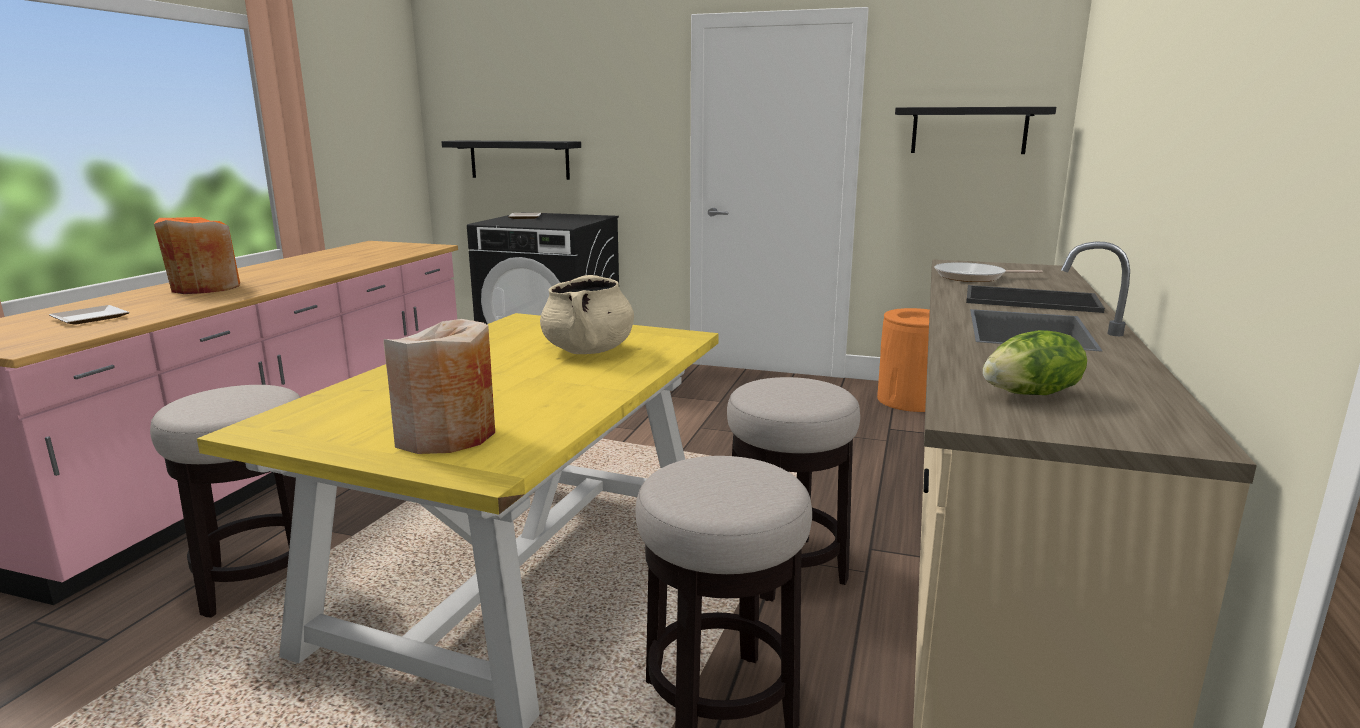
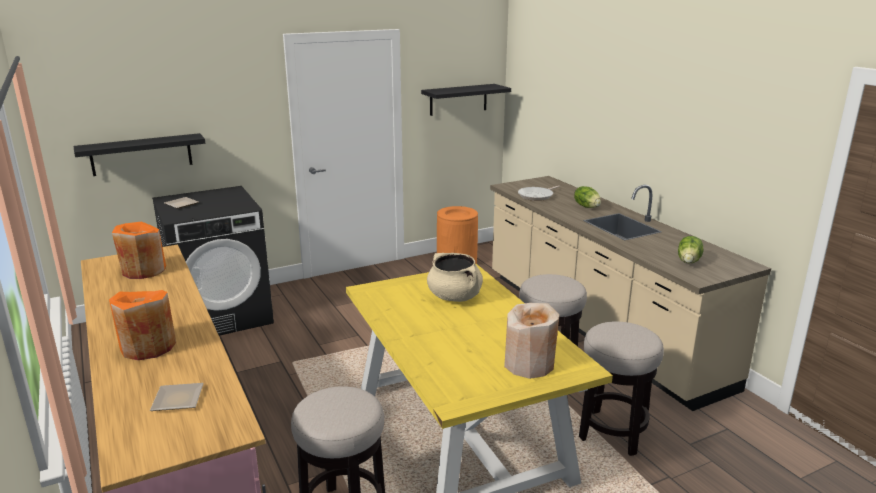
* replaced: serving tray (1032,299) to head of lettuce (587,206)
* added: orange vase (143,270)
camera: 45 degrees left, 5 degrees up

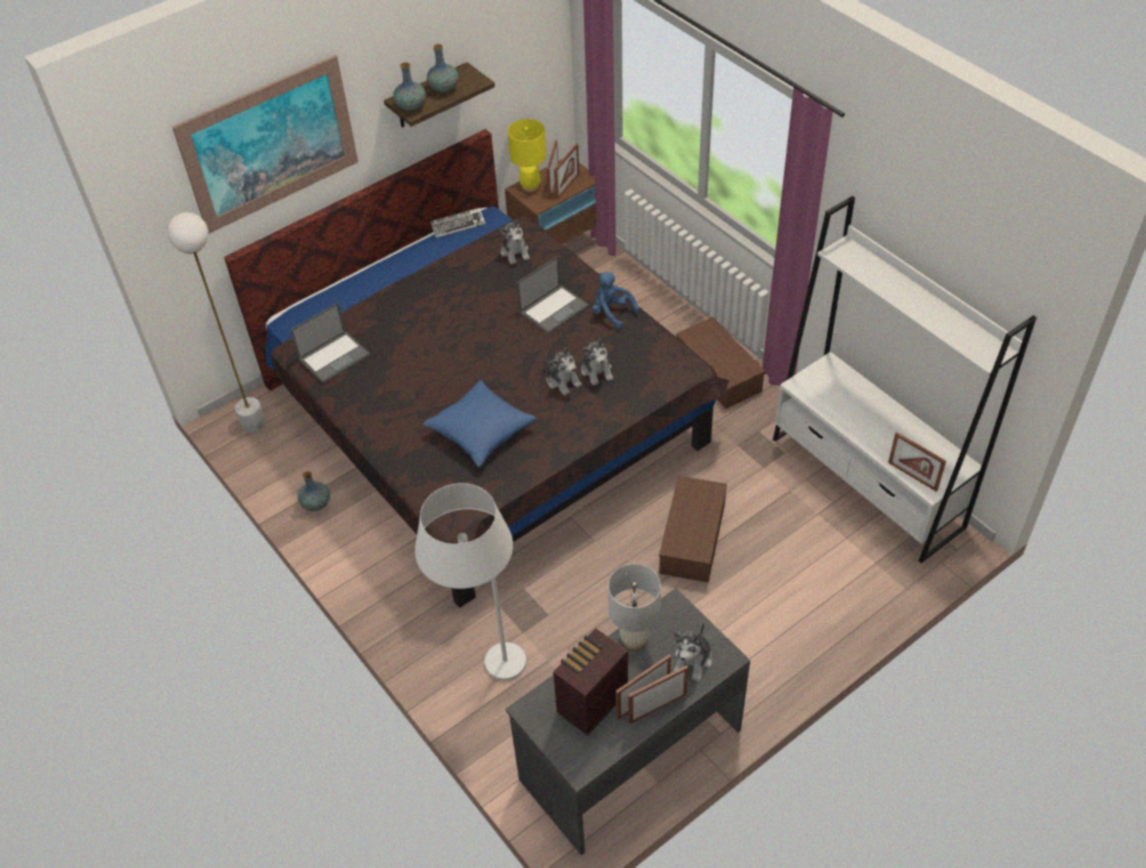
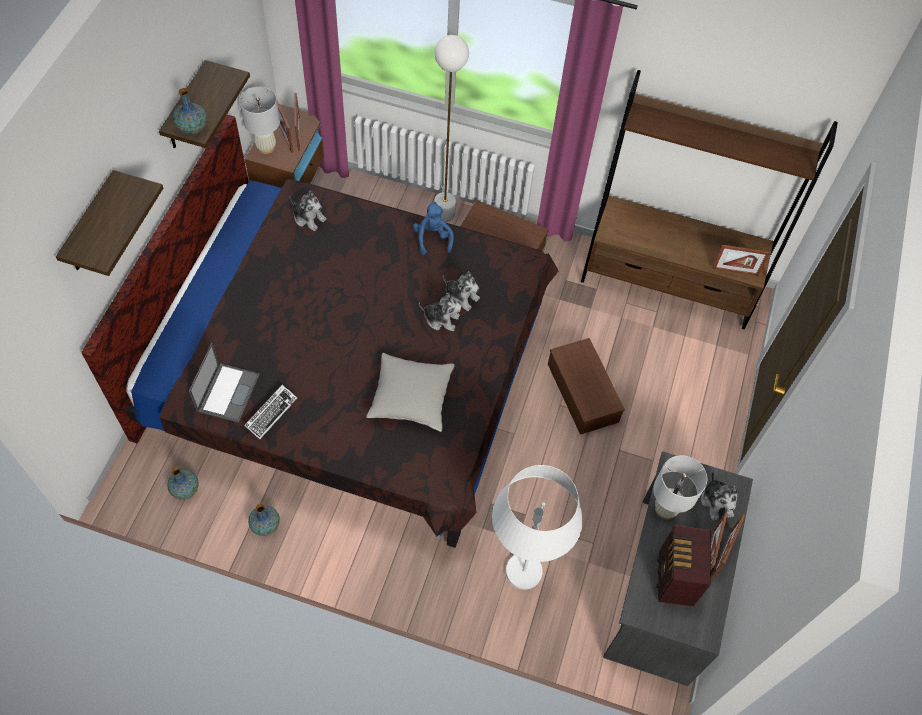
* moved: white-coloured standing lamp (253,423) to (444,214)
* replaced: picture (270,144) to wall shelf (90,225)
* recoloured: blue pillow (481,431) to grey pillow (411,397)
* moved: vase (444,89) to (185,489)
* moved: keyboard (458,225) to (271,413)
* recoloured: yellowish tabletop lamp (530,186) to white-coloured tabletop lamp (266,147)
* removed: notebook computer (554,309)
* turned: blue cuddly toy (612,313) = (432,238) 75 degrees clockwise
* recoloured: white-coloured shelving unit (866,483) to brown-coloured shelving unit (668,285)
camera: 40 degrees left, 10 degrees up

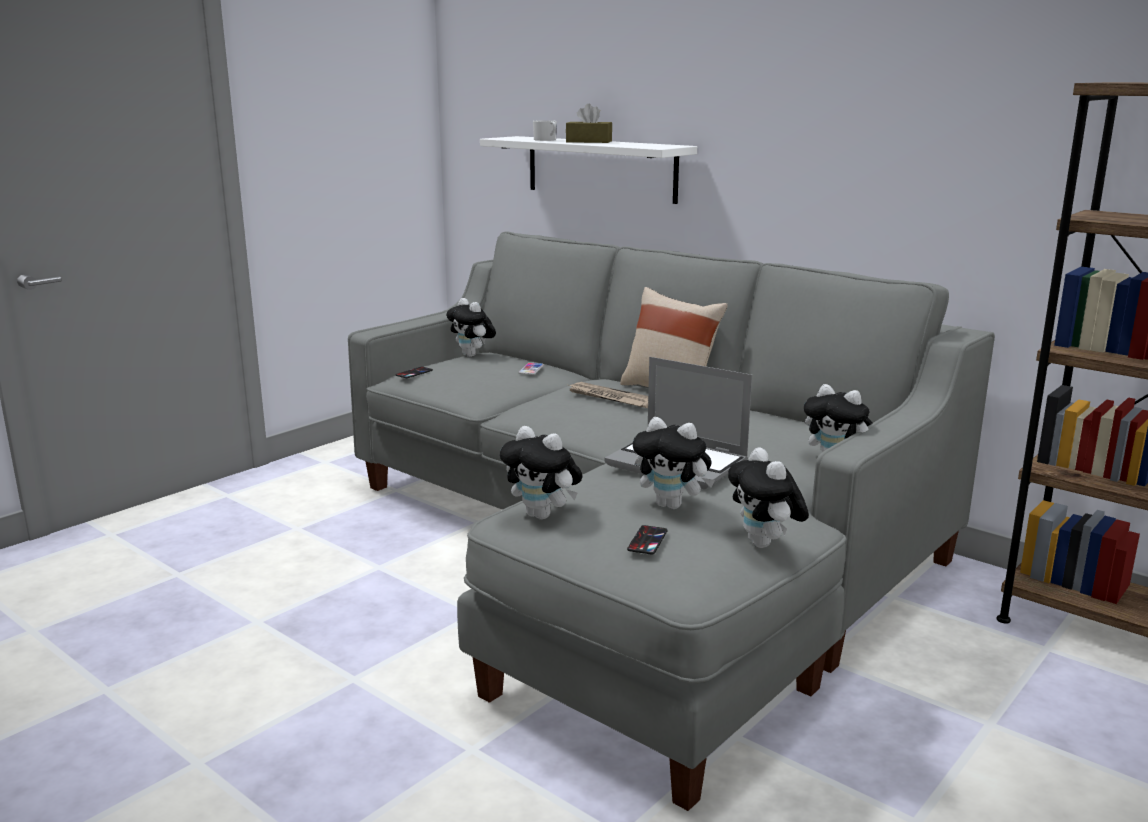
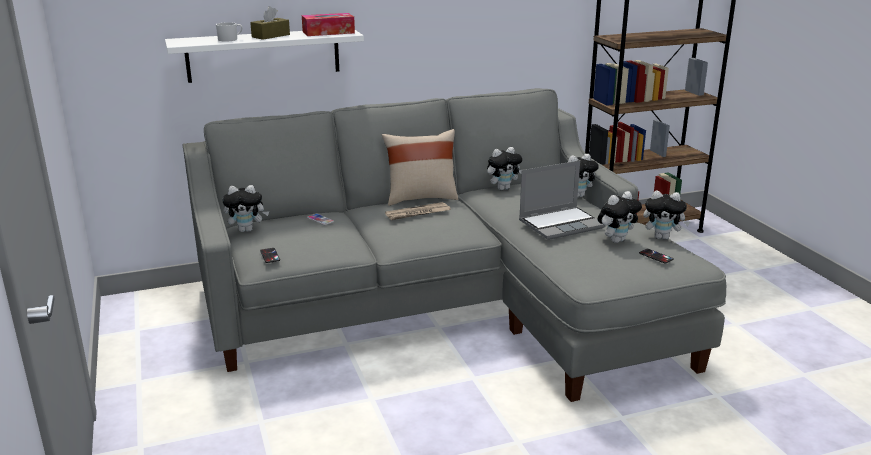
* moved: cuddly toy (543,515) to (503,188)
* added: tissue holder (328,32)
camera: 60 degrees left, 5 degrees up

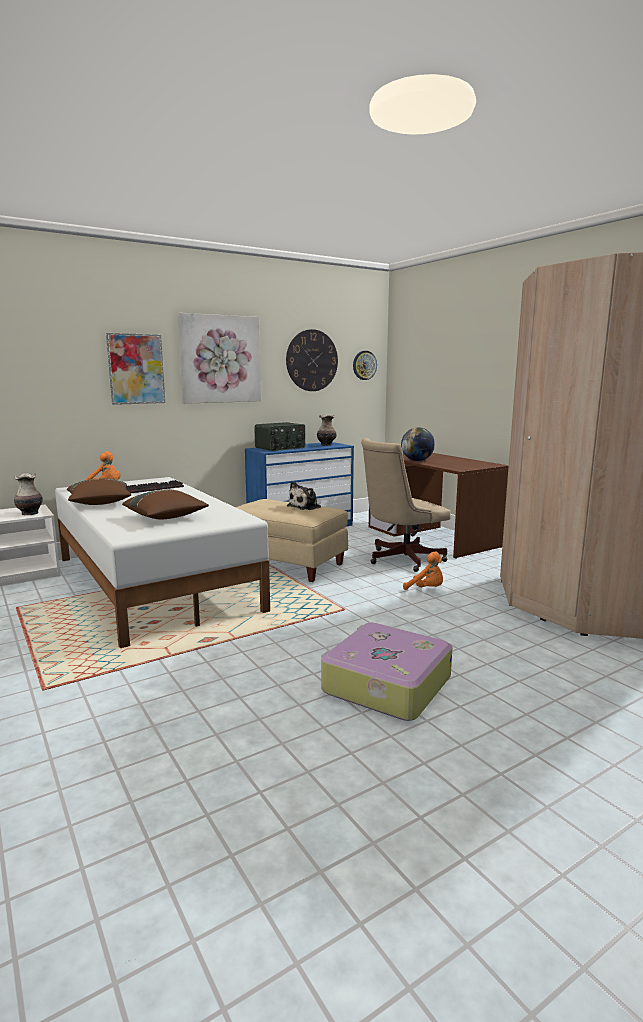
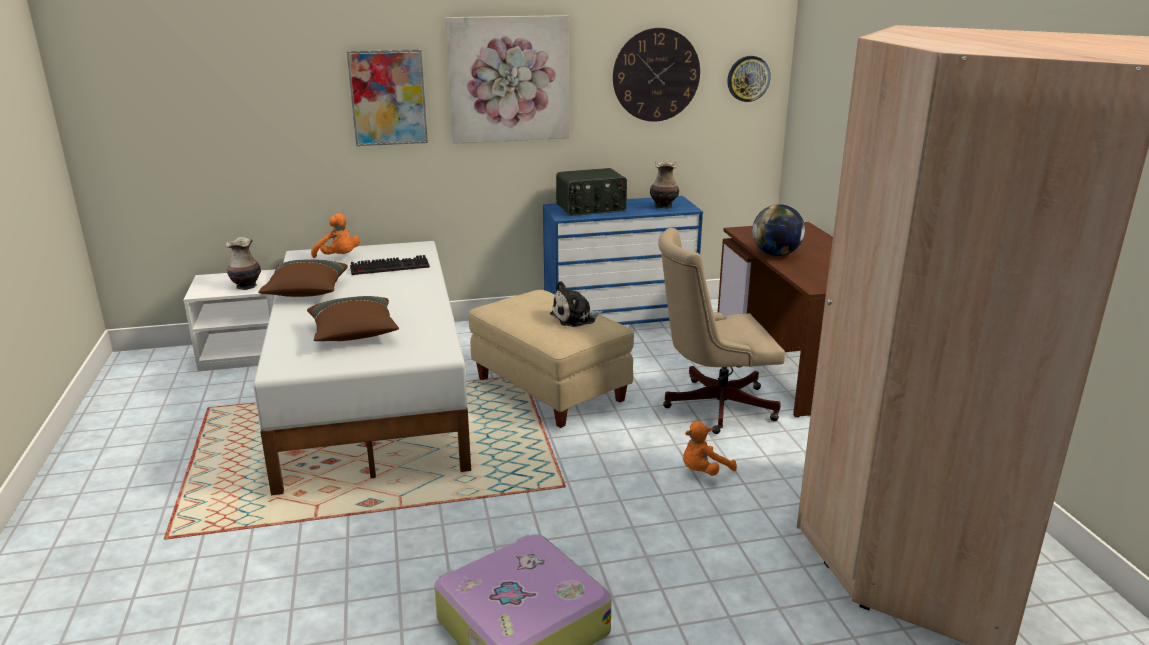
* turned: orange cuddly toy (426,589) = (703,471) 90 degrees clockwise
camera: 20 degrees right, 10 degrees up

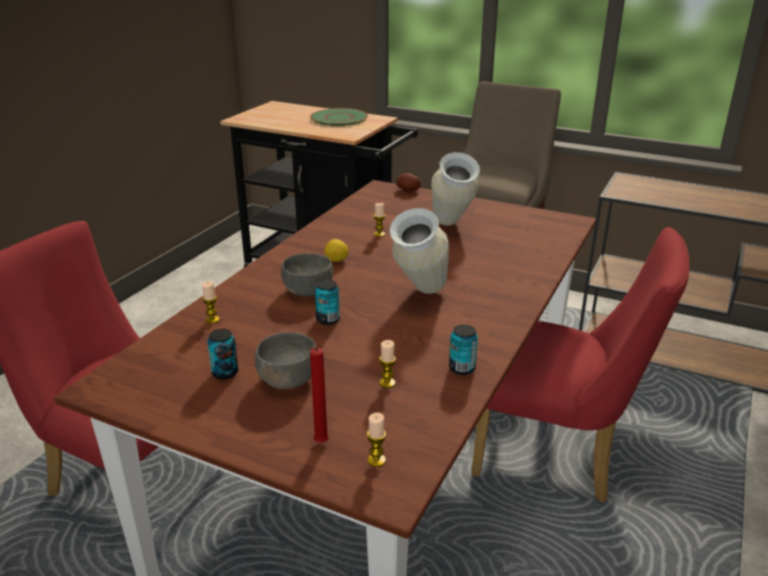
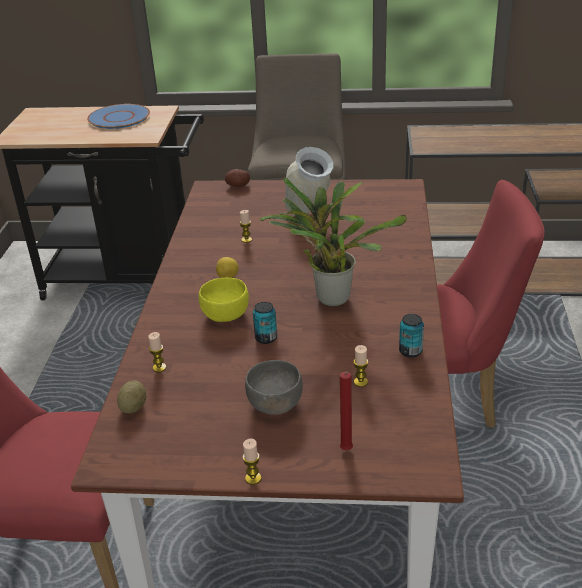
* removed: sealed can (225,373)
* recoloured: grey serving bowl (308,290) to yellowish serving bowl (226,314)
* recoloured: greenish plate (338,118) to blue plate (119,118)
* moved: candle (376,460) to (253,478)
* replaced: vase (418,299) to houseplant (329,297)
* added: potato (133,407)
camera: 20 degrees left, 5 degrees up

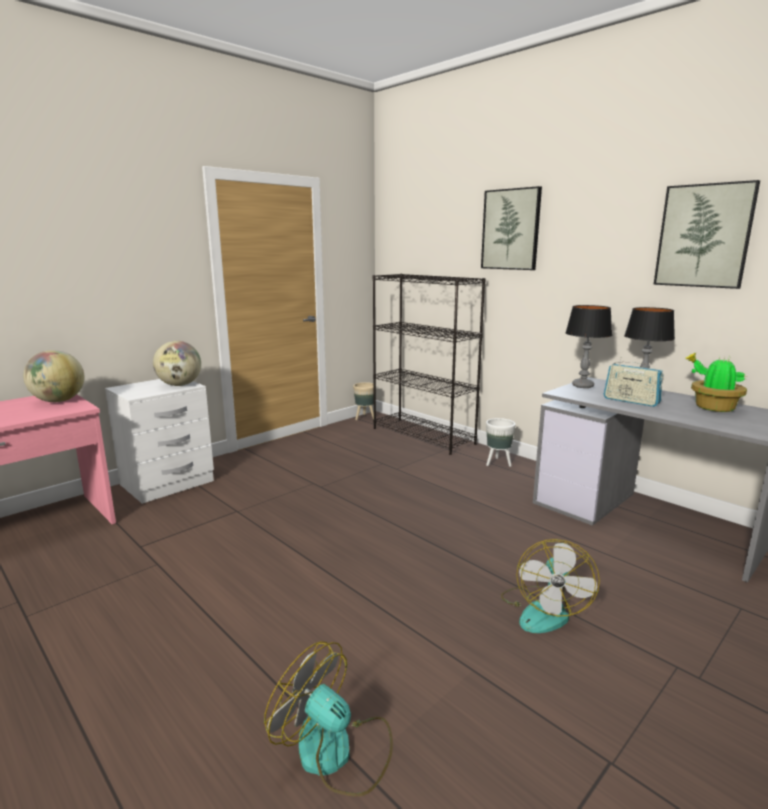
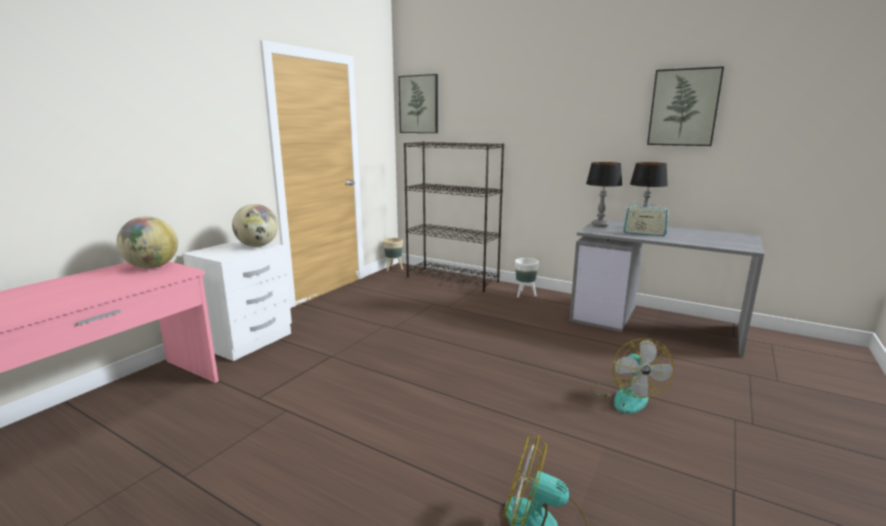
* moved: picture (511,229) to (419,104)
* removed: houseplant (712,408)
camera: 15 degrees left, 0 degrees up

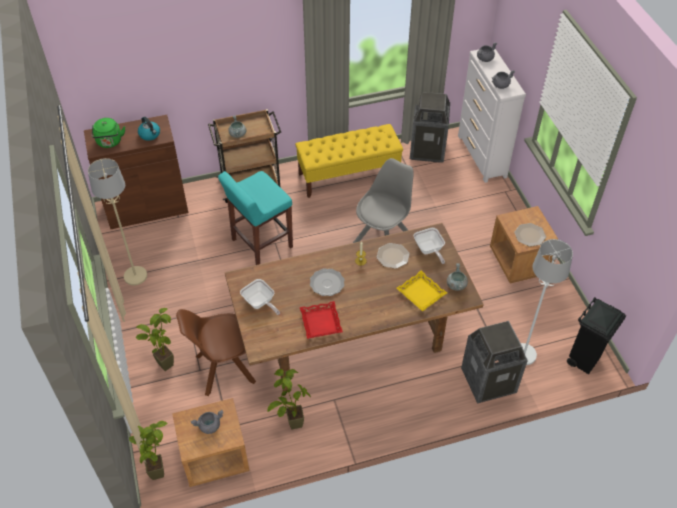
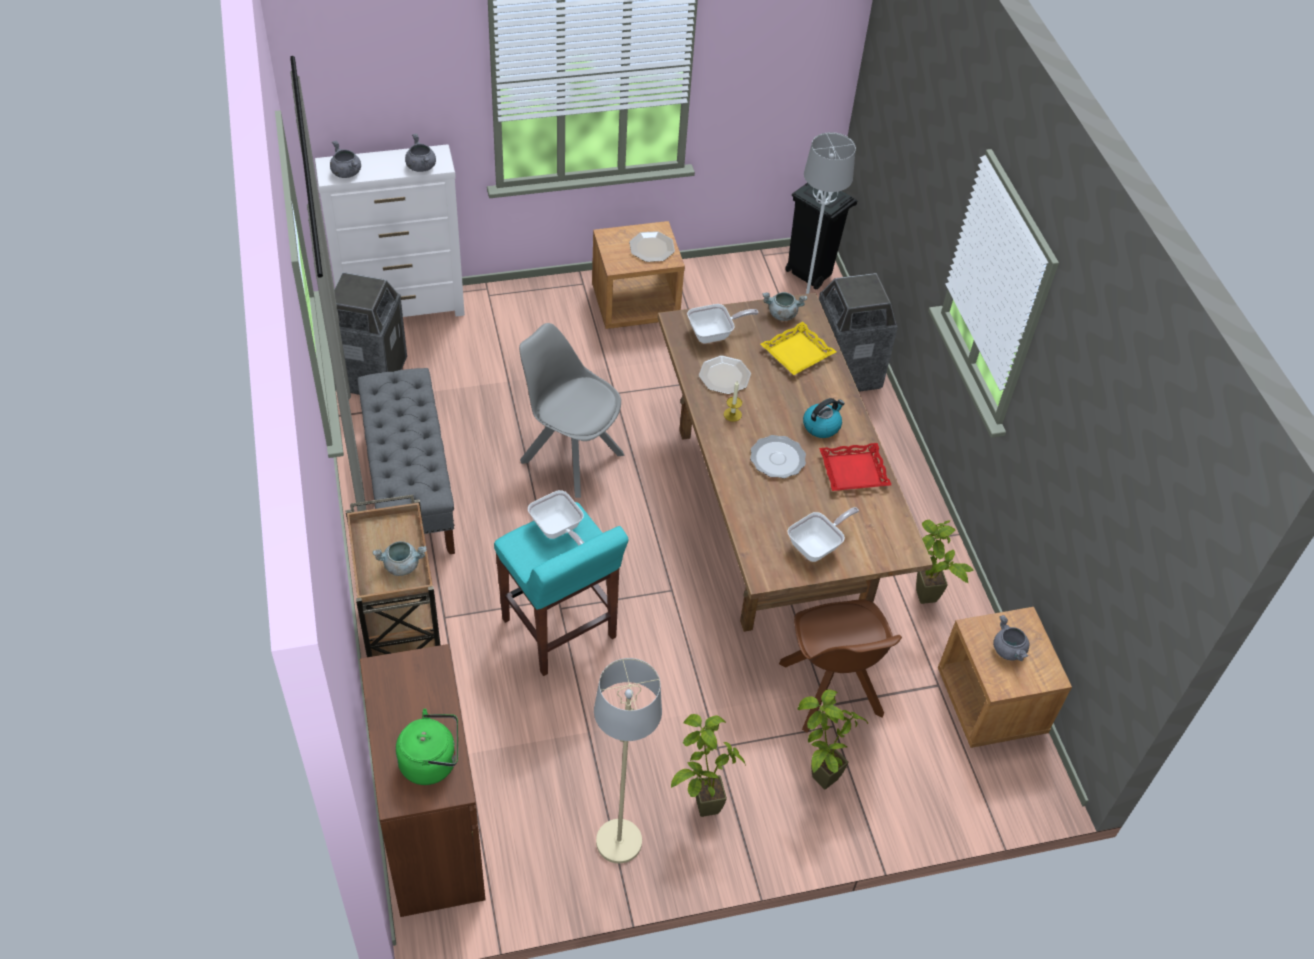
* moved: houseplant (158,468) to (697,806)
* moved: water kettle (150,134) to (821,426)
* recoloured: yellowish long seat (349,175) to grey long seat (410,488)
* added: skillet (558,530)
camera: 90 degrees left, 0 degrees up

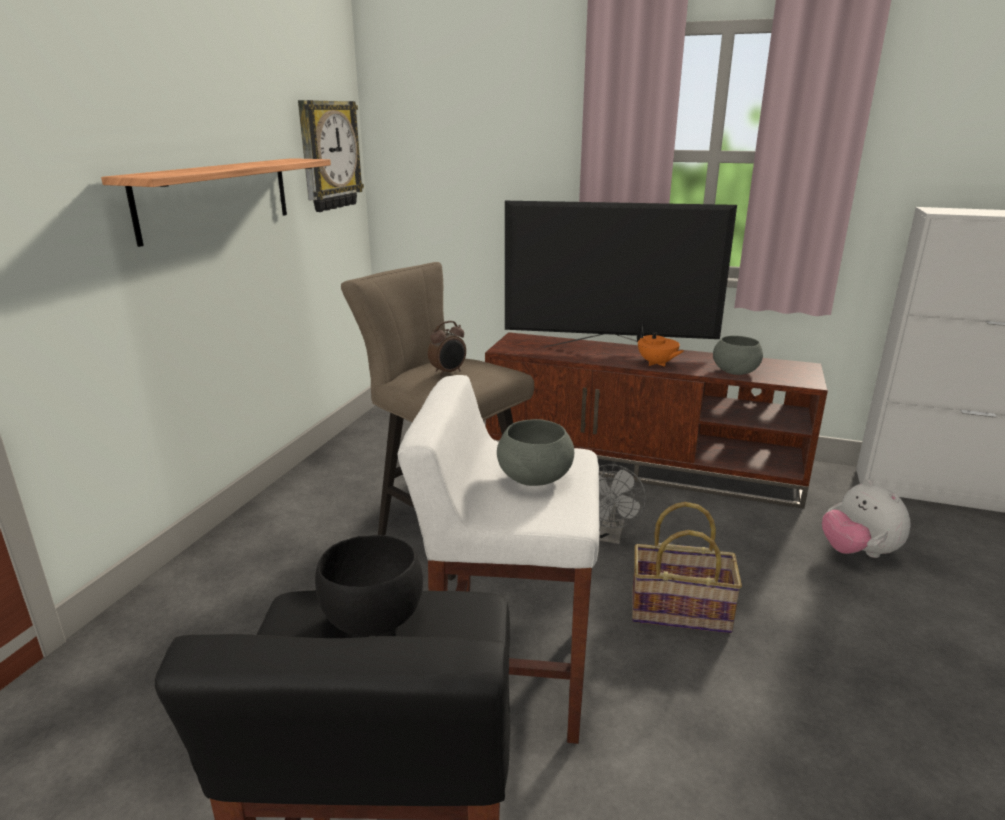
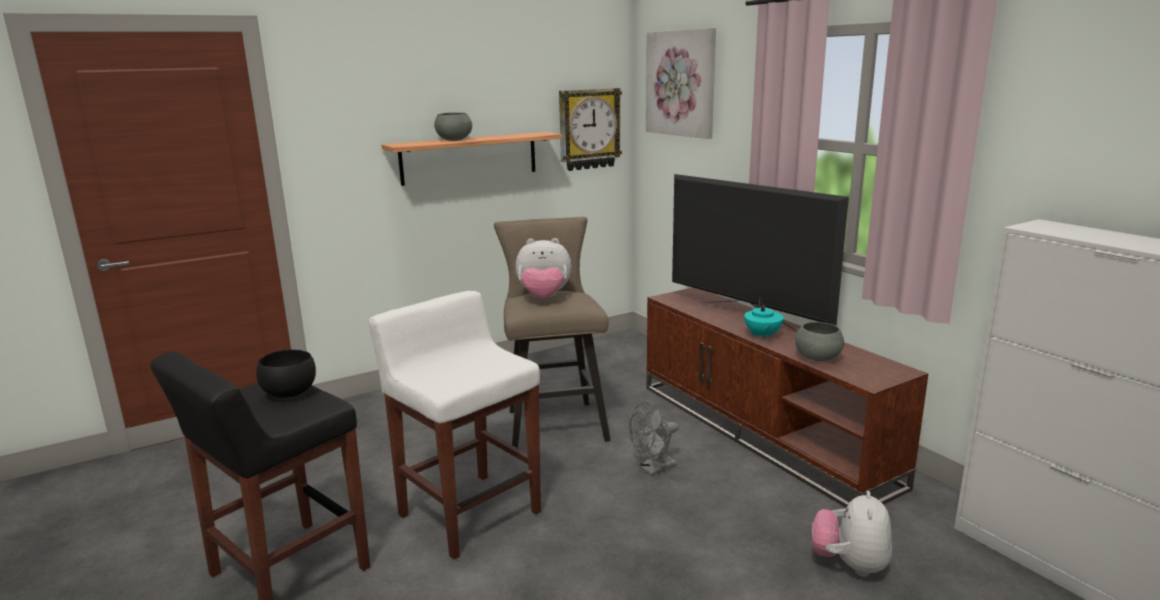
* replaced: table clock (448,372) to cuddly toy (544,298)
* moved: grey serving bowl (534,479) to (454,140)
* removed: basket (680,610)
* recoloured: orange teapot (656,363) to blue-green teapot (762,335)
* added: picture (681,83)
camera: 40 degrees right, 5 degrees down

